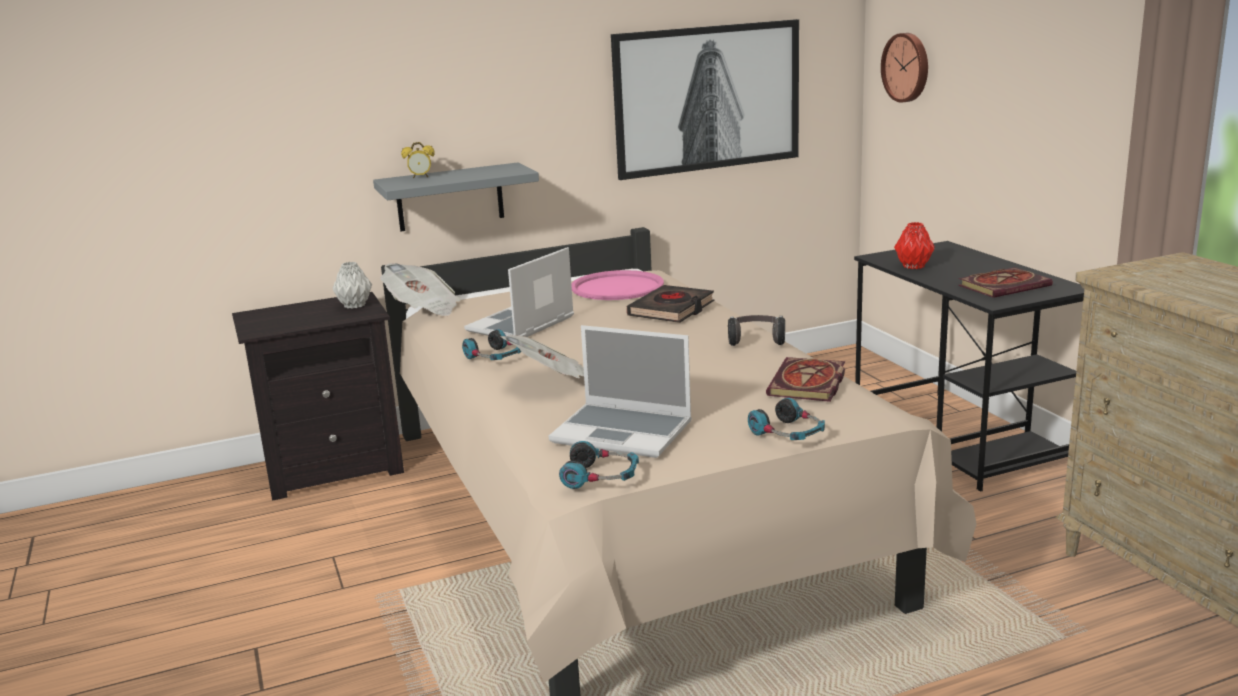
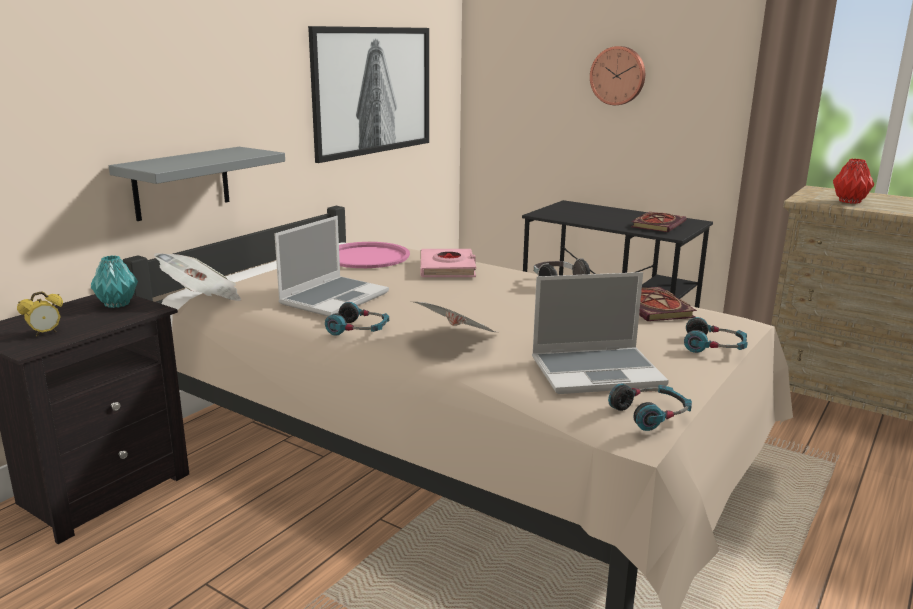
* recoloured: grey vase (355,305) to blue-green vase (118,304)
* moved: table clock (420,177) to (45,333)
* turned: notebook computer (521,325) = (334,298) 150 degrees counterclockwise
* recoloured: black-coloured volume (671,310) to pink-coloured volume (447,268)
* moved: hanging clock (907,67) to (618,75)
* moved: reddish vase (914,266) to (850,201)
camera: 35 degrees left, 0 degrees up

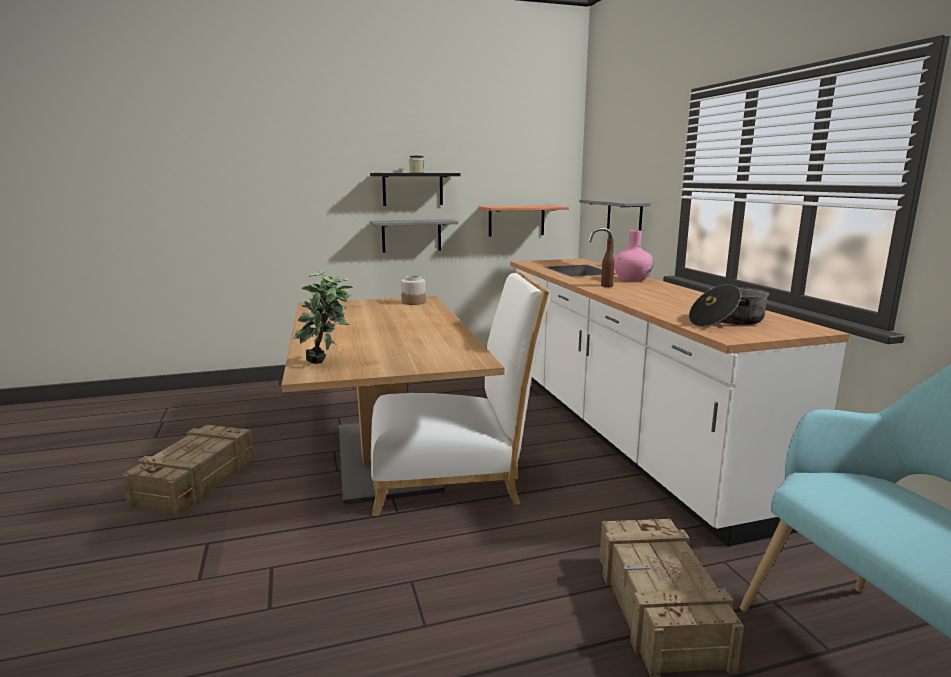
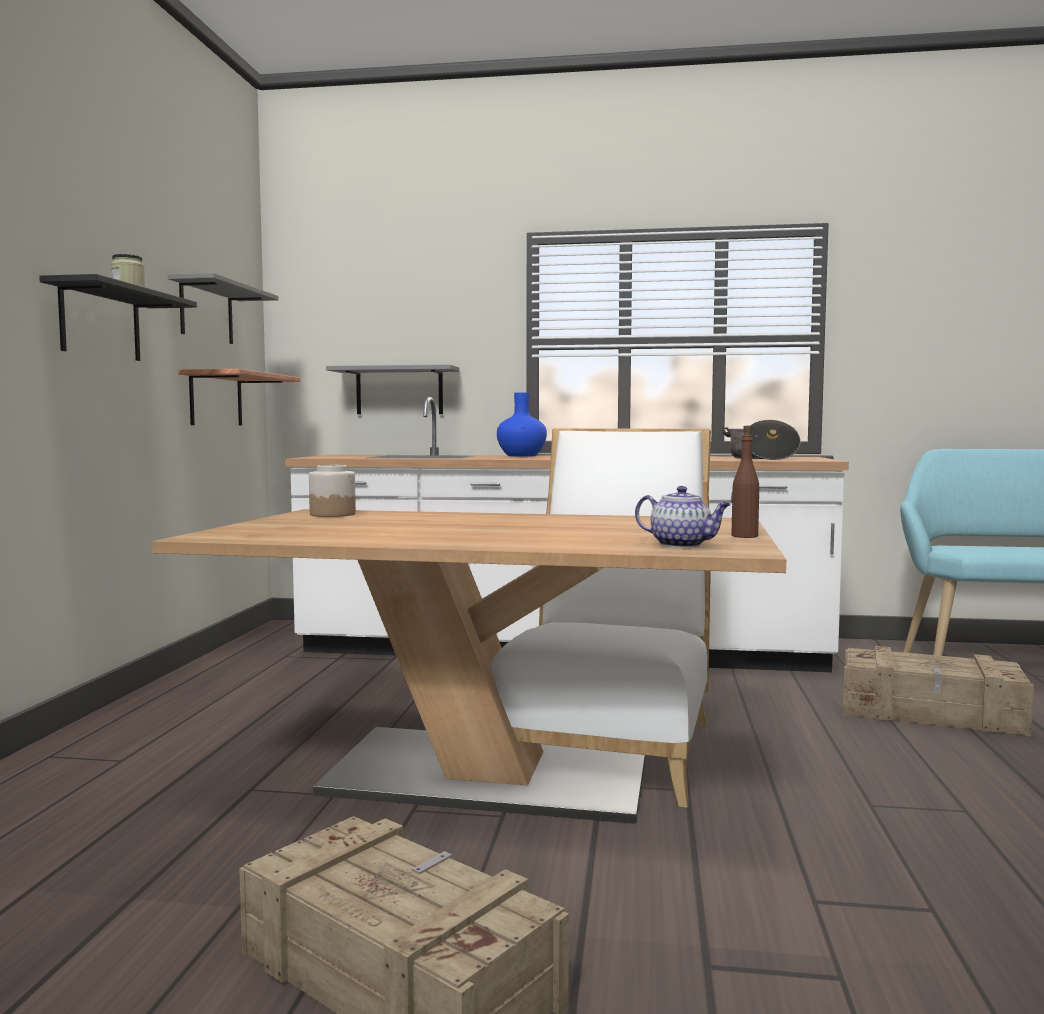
* replaced: houseplant (327,363) to teapot (682,545)
* moved: grey wall shelf (411,235) to (206,312)
* moved: brown-coloured drink bottle (607,286) to (744,536)
* recoloured: pink-coloured vase (632,279) to blue vase (521,456)
camera: 65 degrees left, 10 degrees down

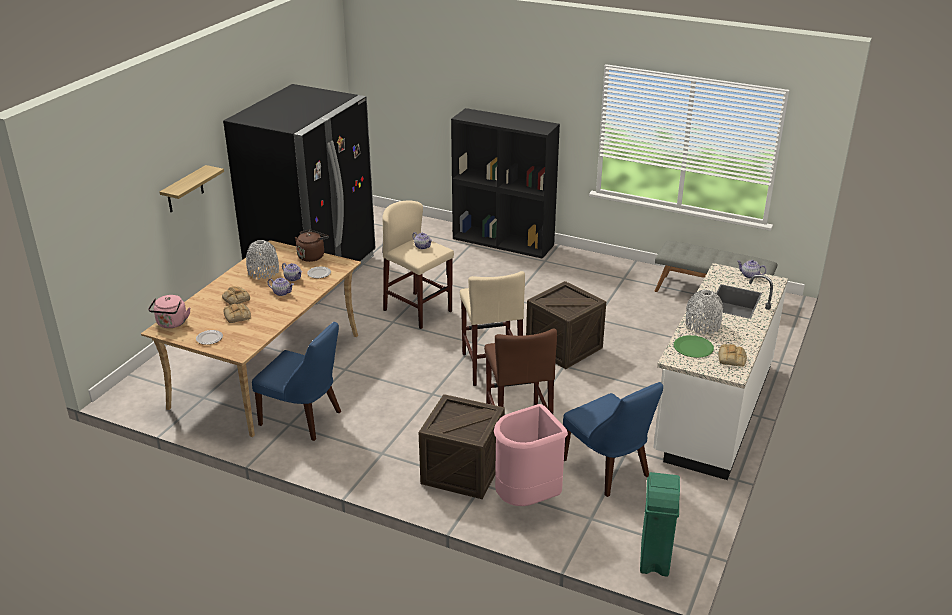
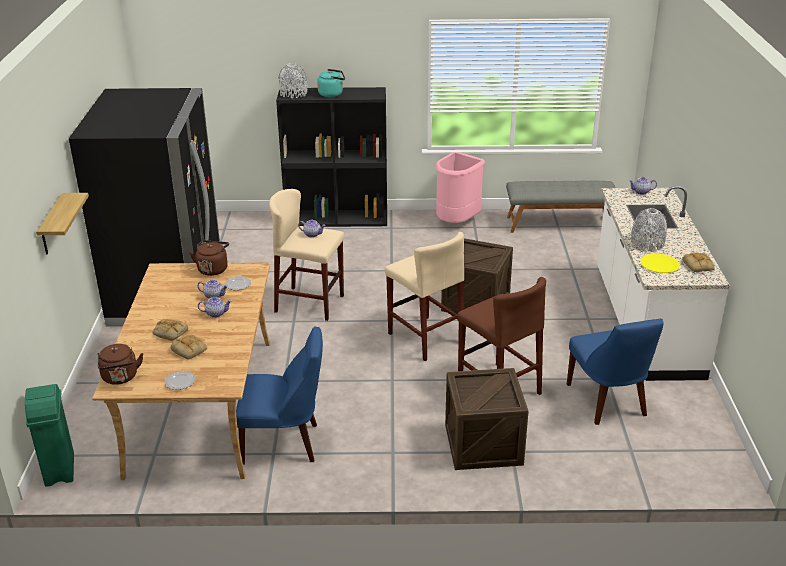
* recoloured: pink-coloured water kettle (171,324) to brown-coloured water kettle (120,378)
* moved: grey vase (263,272) to (293,94)
* moved: pink-coloured rubbish bin (527,499) to (457,222)
* turned: blue plain chair (608,470) = (608,402) 45 degrees clockwise
* moved: greenish rubbish bin (654,559) to (59,470)
* recoloured: greenish plate (693,348) to yellowish plate (659,264)
* added: blue-green water kettle (332,94)
camera: 25 degrees left, 0 degrees up

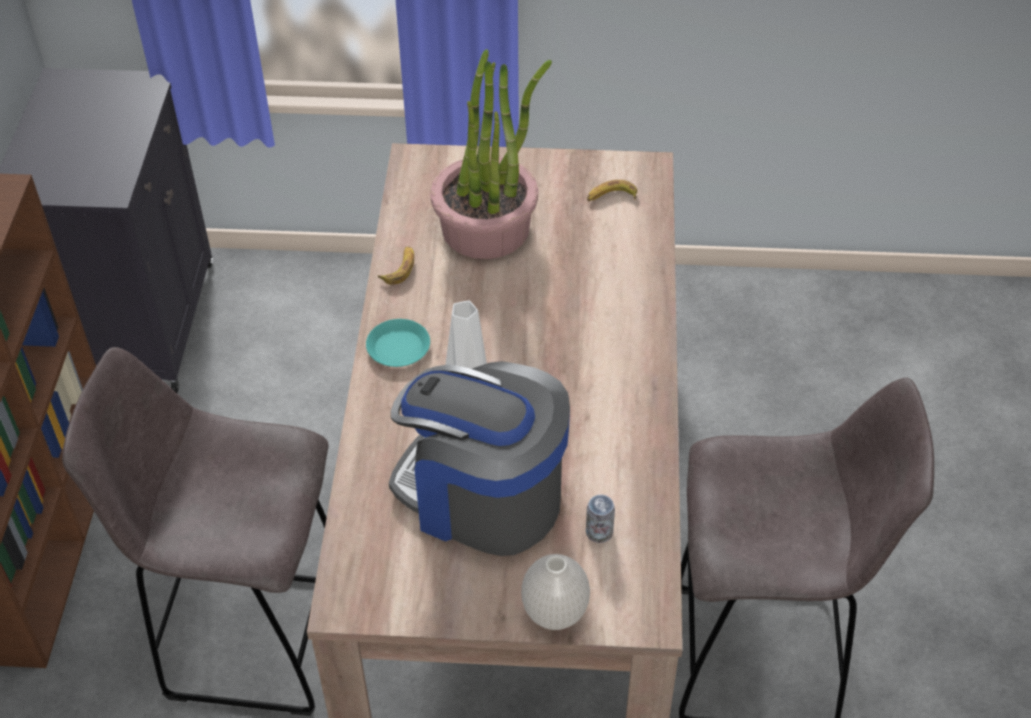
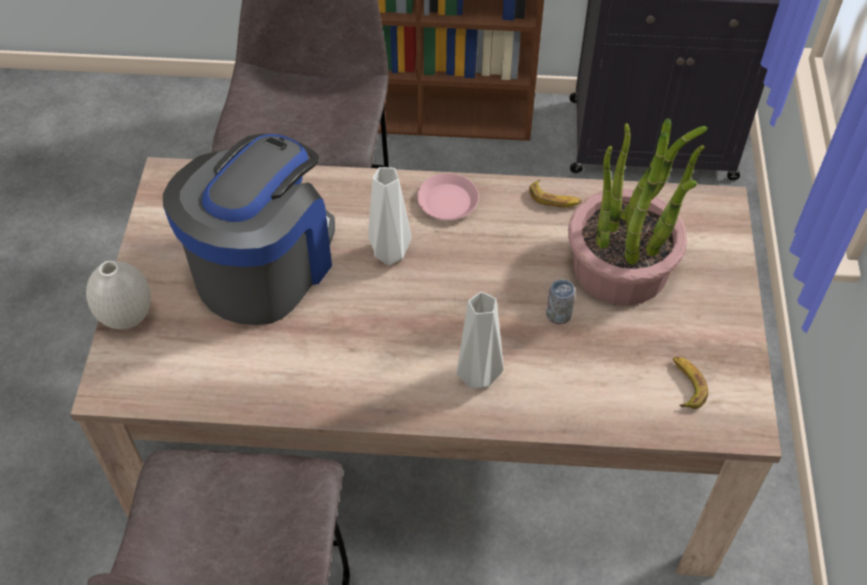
* recoloured: blue-green plate (398,347) to pink-coloured plate (448,201)
* moved: sealed can (599,532) to (558,314)
* added: grey vase (480,377)
camera: 90 degrees right, 5 degrees up

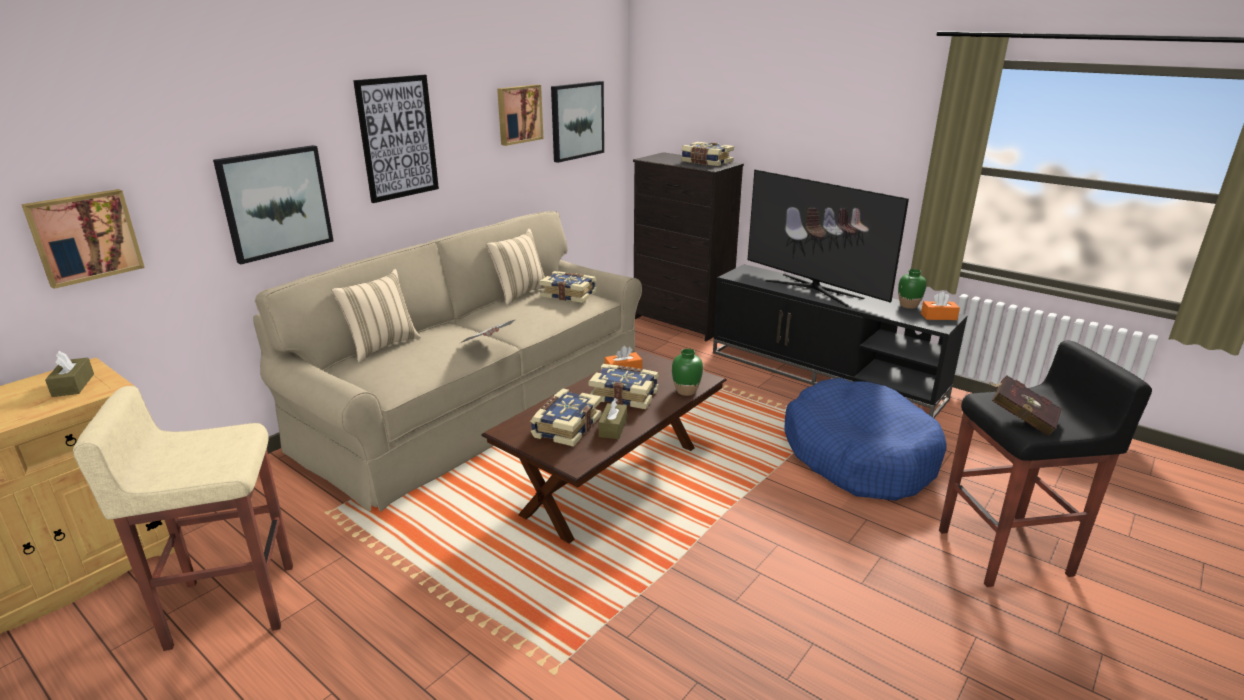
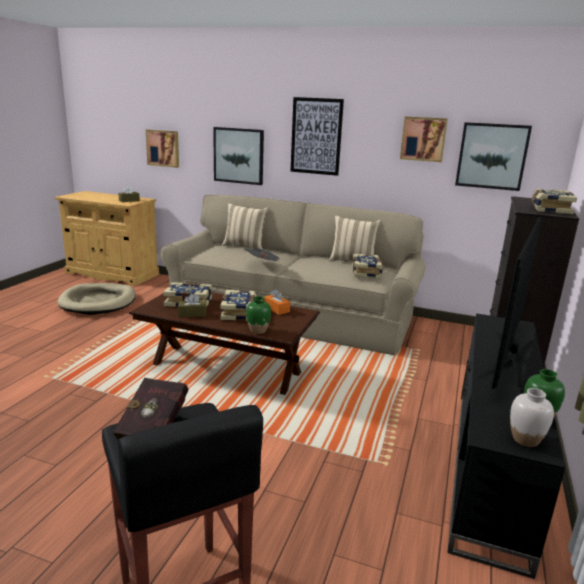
* replaced: beige-coloured sitting stool (230,604) to beige-coloured dog bed (98,302)
* removed: blue dog bed (858,455)
* replaced: orange tissue holder (938,316) to white-coloured vase (525,439)
camera: 70 degrees right, 5 degrees down

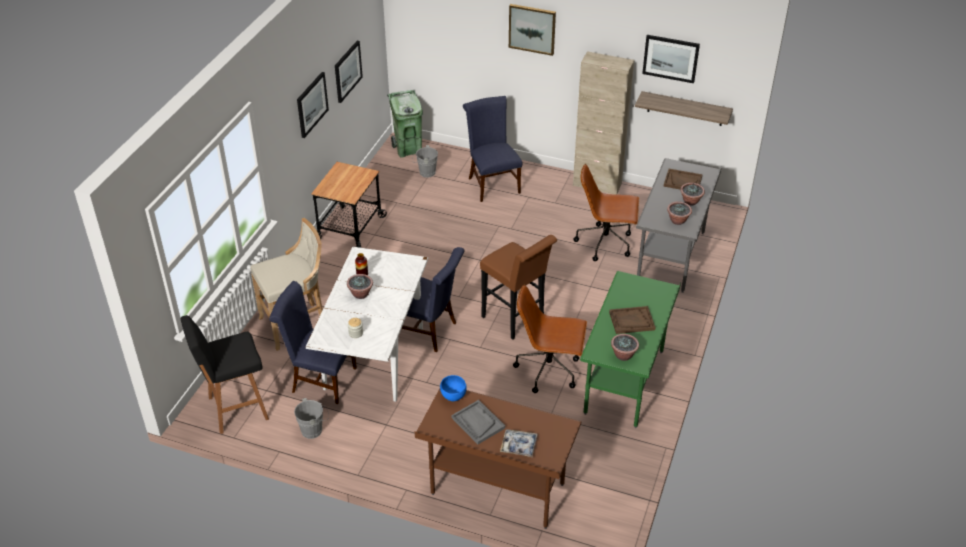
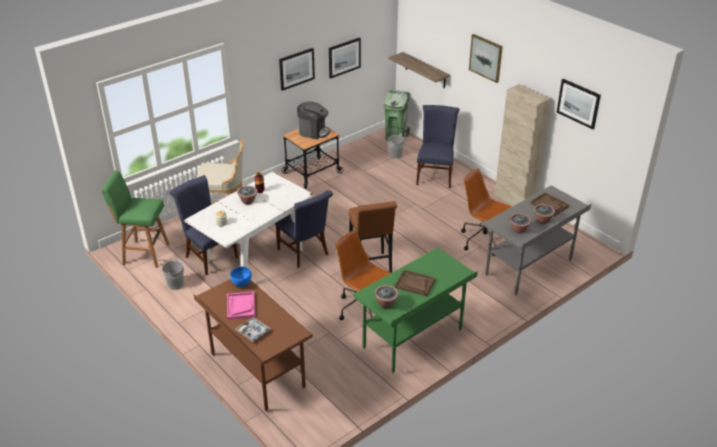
* recoloured: black-coloured sitting stool (235,409) to greenish sitting stool (144,254)
* recoloured: grey serving tray (478,423) to pink-coloured serving tray (241,306)
* moved: wall shelf (685,109) to (425,70)
* added: coffee brewer (313,132)
camera: 30 degrees right, 5 degrees down

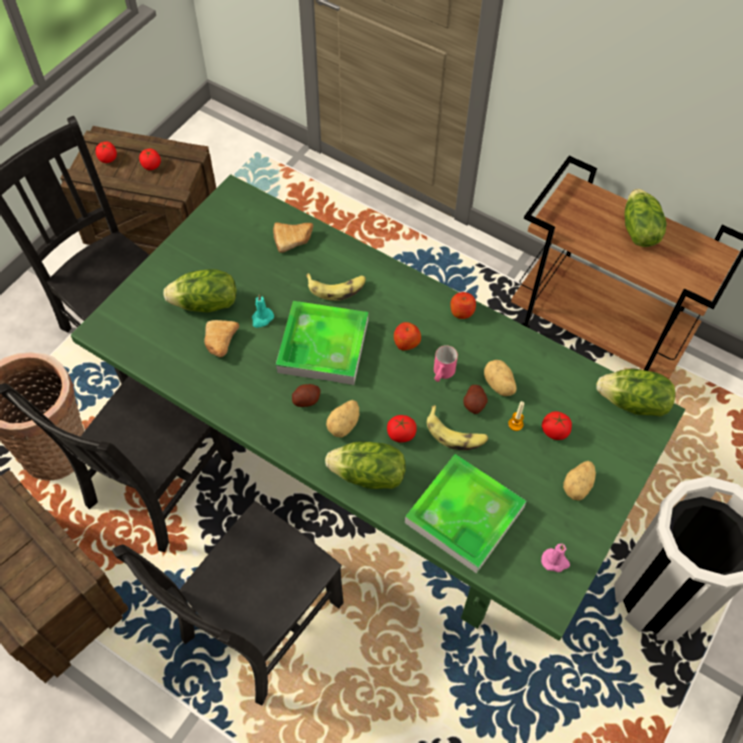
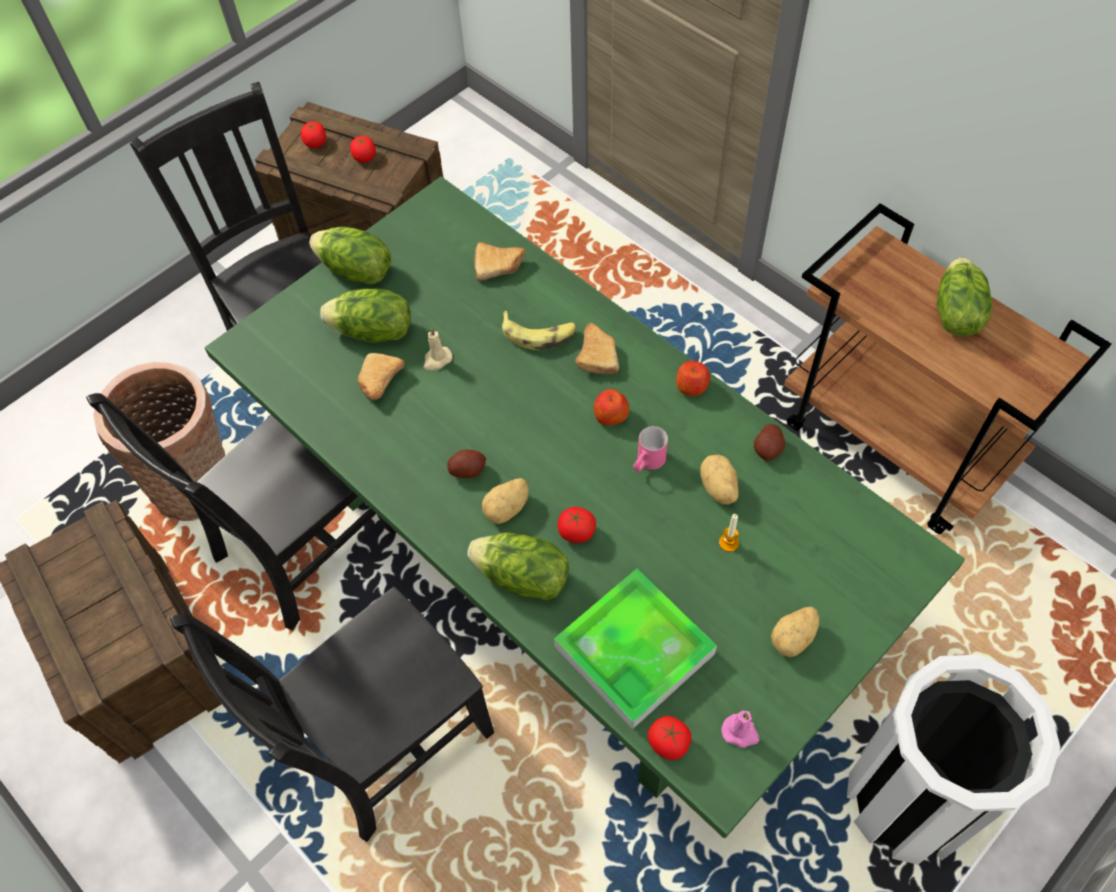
* recoloured: blue-green candle (262,318) to beige-coloured candle (437,360)
* removed: serving tray (323,346)
* removed: banana (456,433)
* moved: potato (474,404) to (768,449)
* moved: tomato (554,431) to (668,743)
* moved: head of lettuce (632,403) to (356,271)
* added: bakery bread (597,354)
camera: 15 degrees right, 0 degrees up

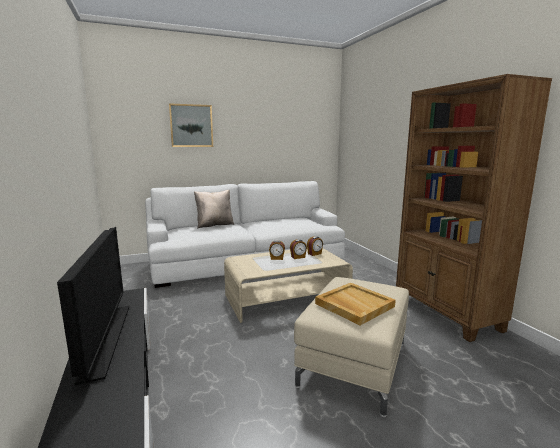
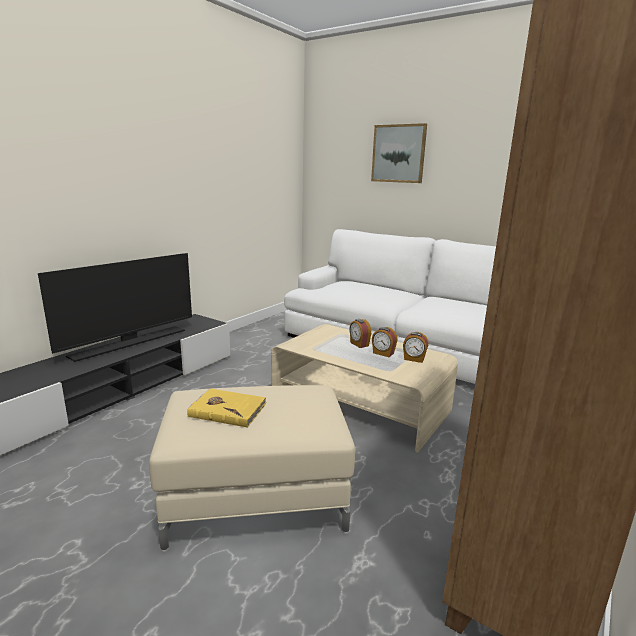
* removed: beige-coloured pillow (214,225)
* replaced: beige-coloured serving tray (353,305) to yellowish volume (227,409)
camera: 55 degrees right, 5 degrees up

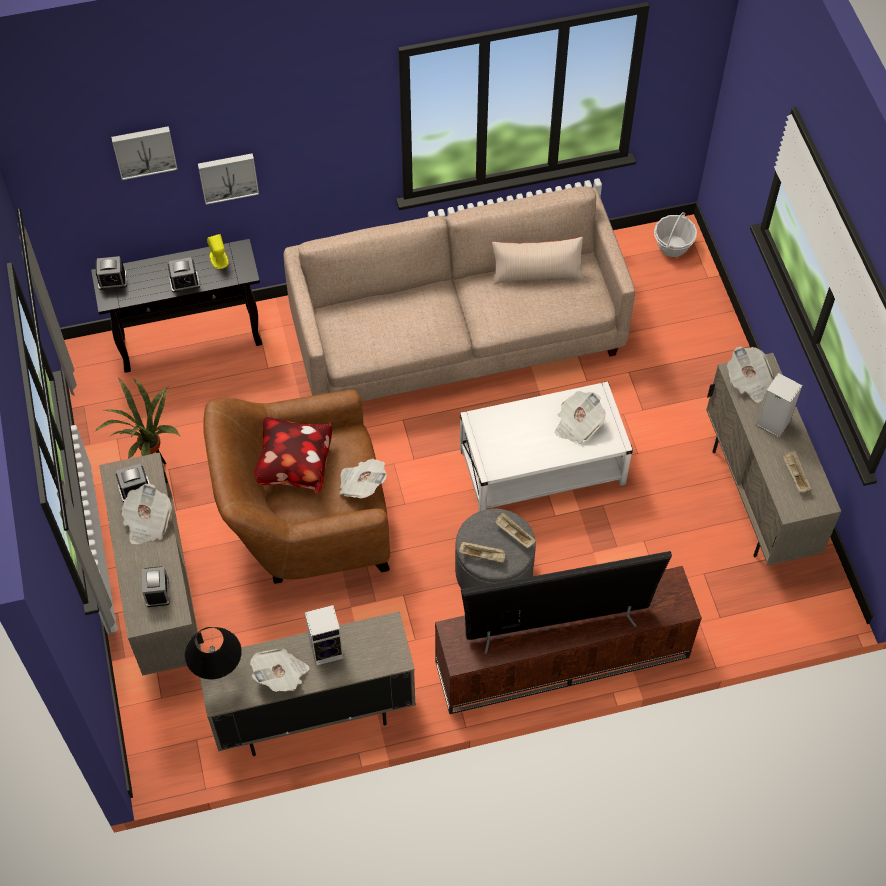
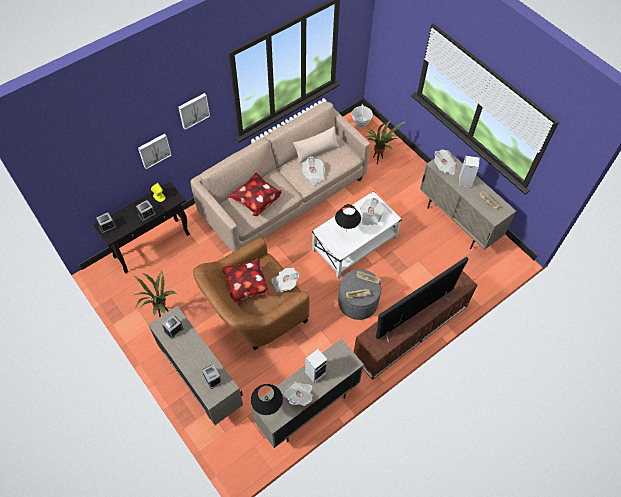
* moved: picture (144,150) to (193,110)
* moved: newspaper (147,522) to (313,175)
* added: pillow (255,201)
* added: black-coloured tabletop lamp (346,232)
* added: houseplant (378,159)
camera: 25 degrees left, 0 degrees up

